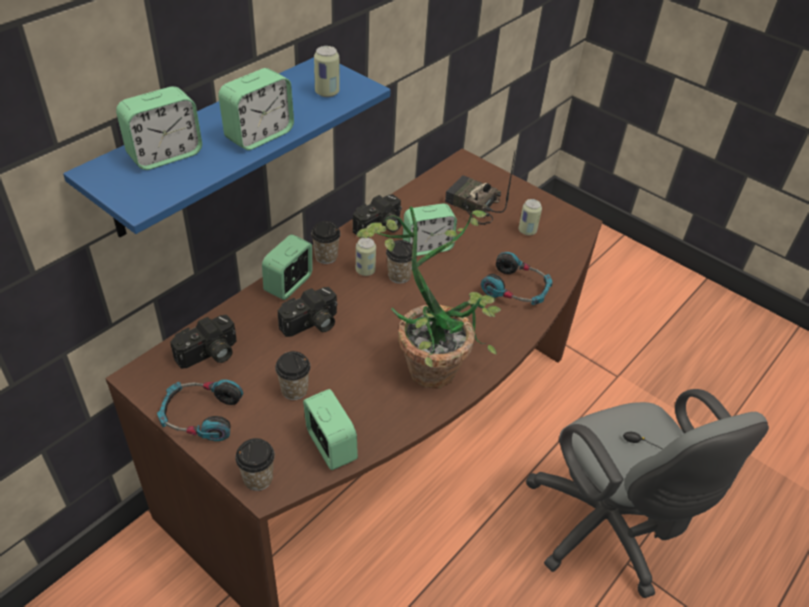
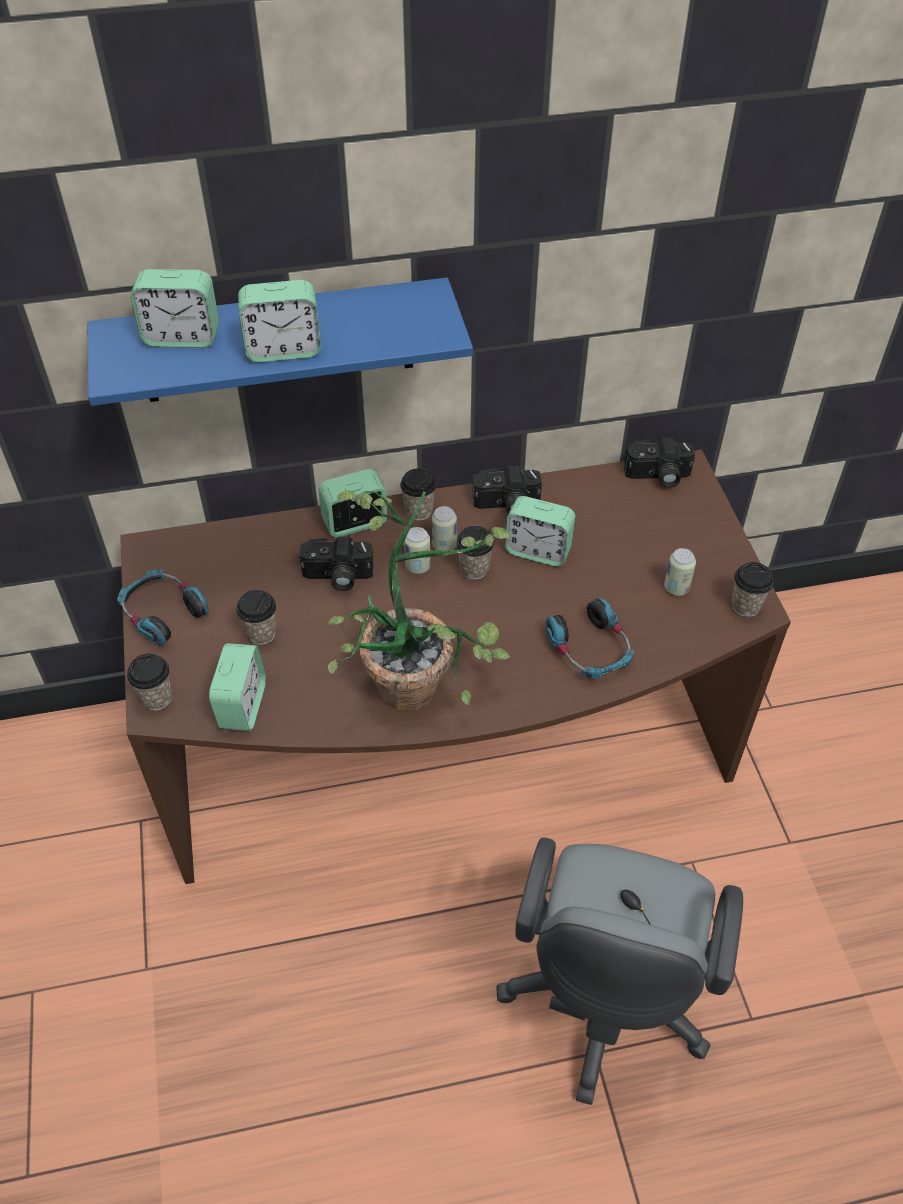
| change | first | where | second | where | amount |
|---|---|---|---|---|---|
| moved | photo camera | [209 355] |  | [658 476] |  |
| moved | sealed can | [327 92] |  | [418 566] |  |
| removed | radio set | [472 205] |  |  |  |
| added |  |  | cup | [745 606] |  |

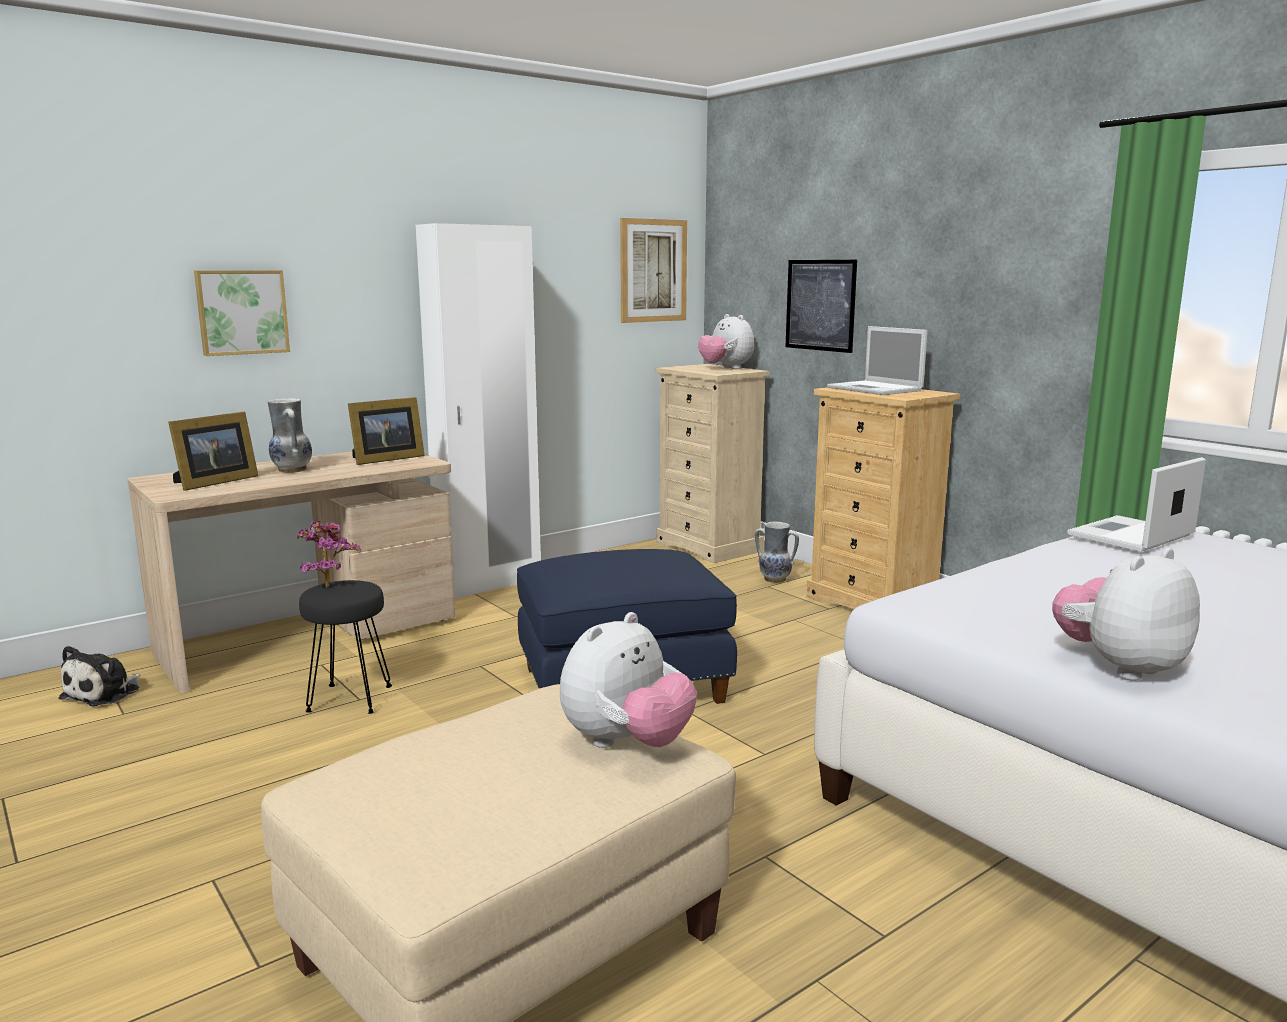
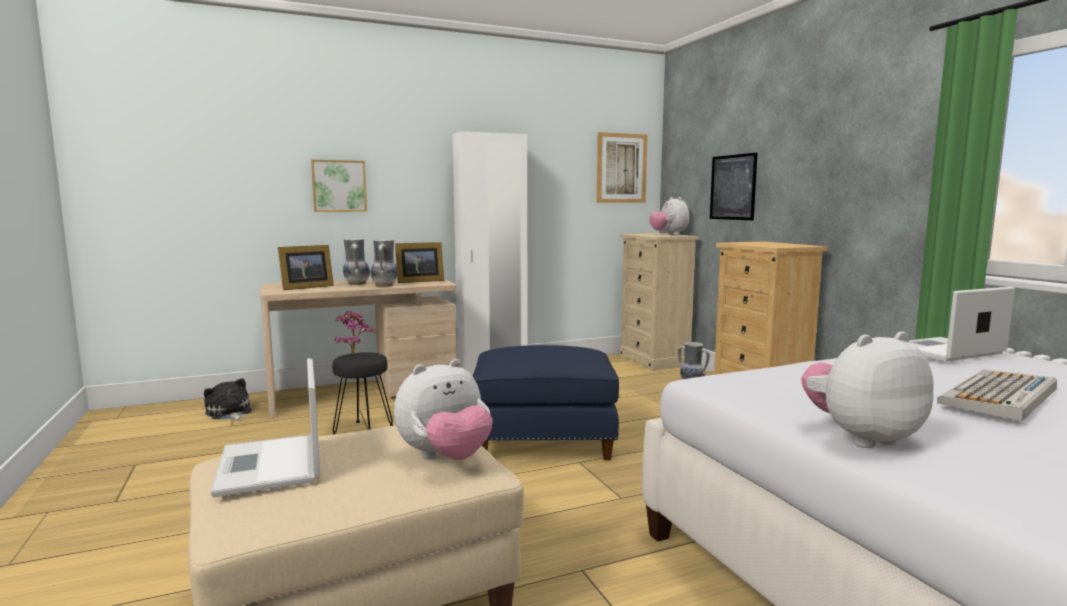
| change | first | where | second | where | amount |
|---|---|---|---|---|---|
| turned | cuddly toy | [104 693] |  | [229 413] | 105 degrees clockwise |
| moved | notebook computer | [876 389] |  | [271 465] |  |
| added |  |  | vase | [385 285] |  |
| added |  |  | PC keyboard | [999 396] |  |

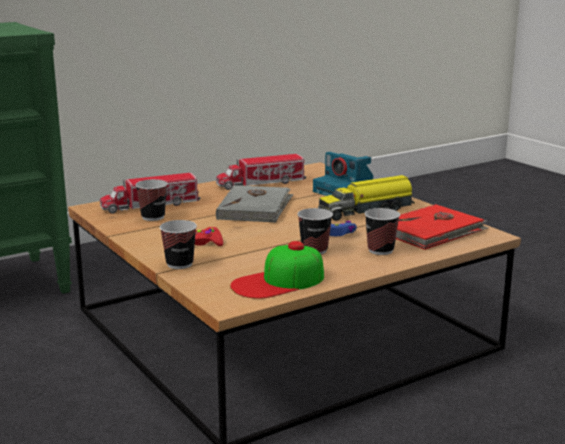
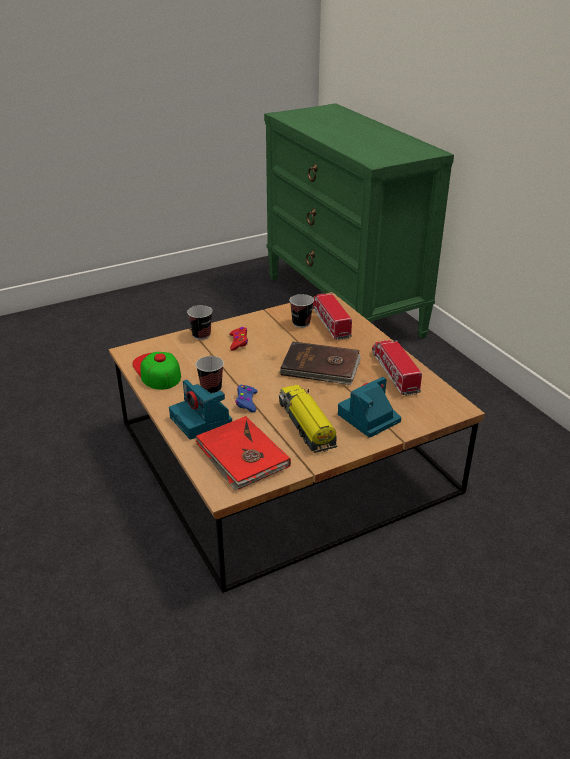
| change | first | where | second | where | amount |
|---|---|---|---|---|---|
| recoloured | grey volume | [255 208] | brown-coloured volume | [320 367] |  |
| replaced | cup | [380 250] | photo camera | [202 420] |  |

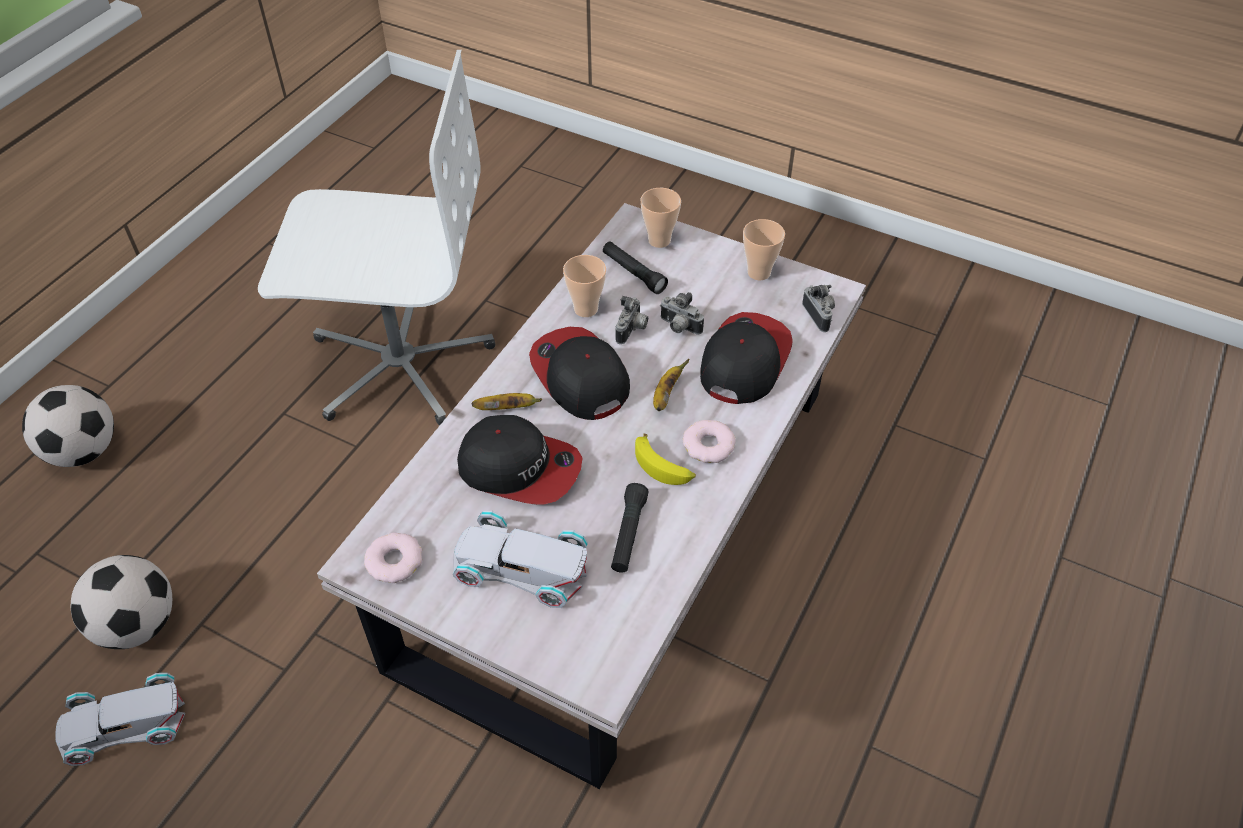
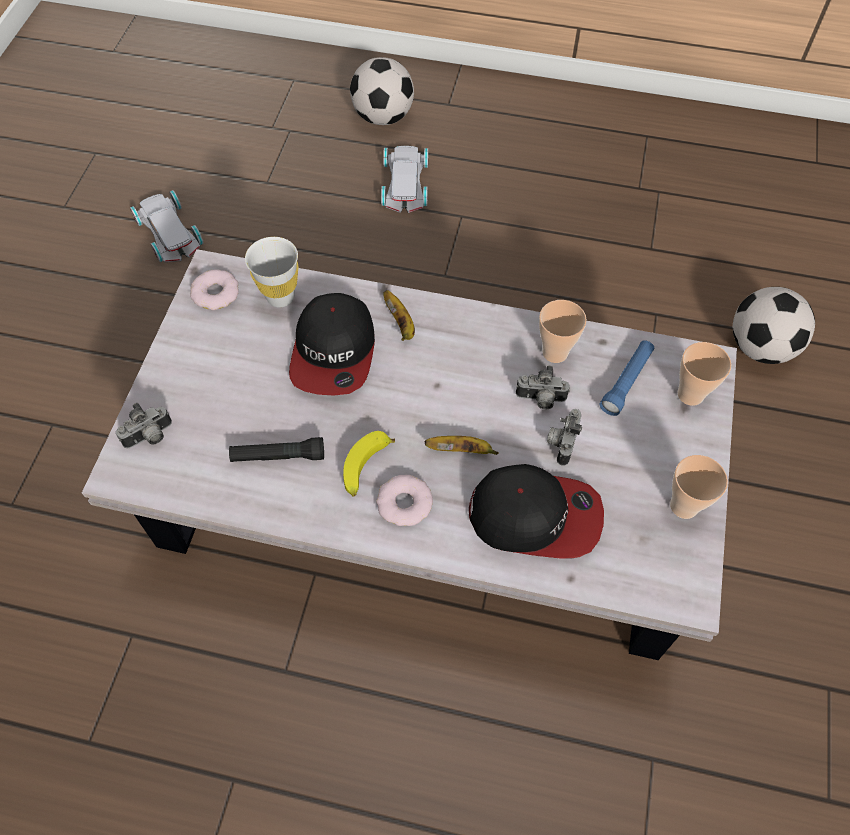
| change | first | where | second | where | amount |
|---|---|---|---|---|---|
| moved | football ball | [137 624] |  | [760 347] |  |
| removed | white-coloured office chair | [399 363] |  |  |  |
| moved | white-coloured miniature car | [520 564] |  | [406 182] |  |
| removed | peaked cap | [579 376] |  |  |  |
| recoloured | black-coloured hand torch | [633 273] | bluish hand torch | [626 382] |  |
| moved | photo camera | [820 316] |  | [150 437] |  |
| added |  |  | white-coloured cup | [280 297] |  |

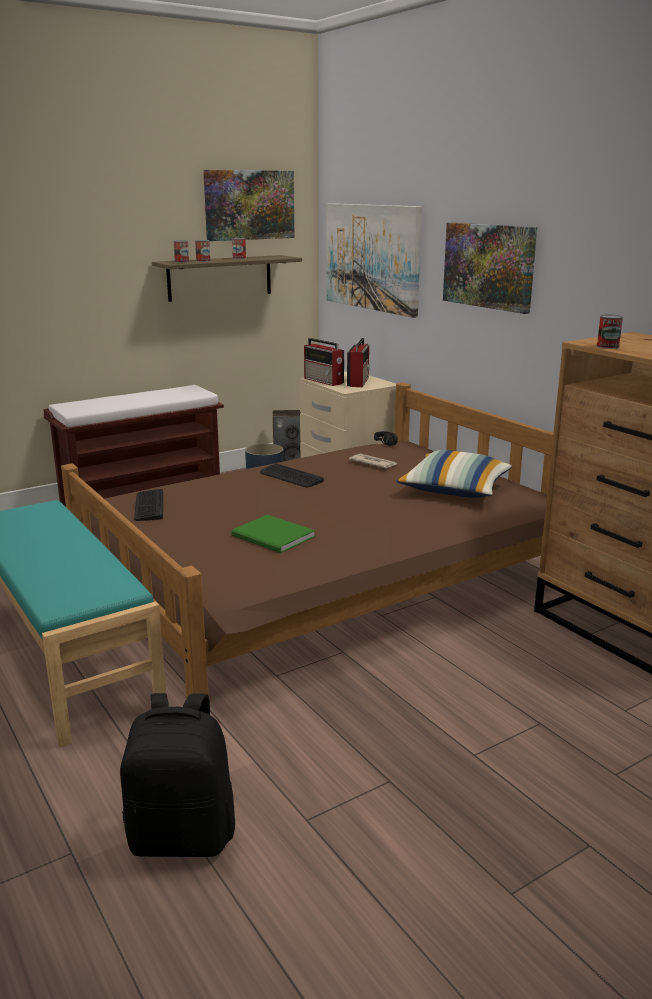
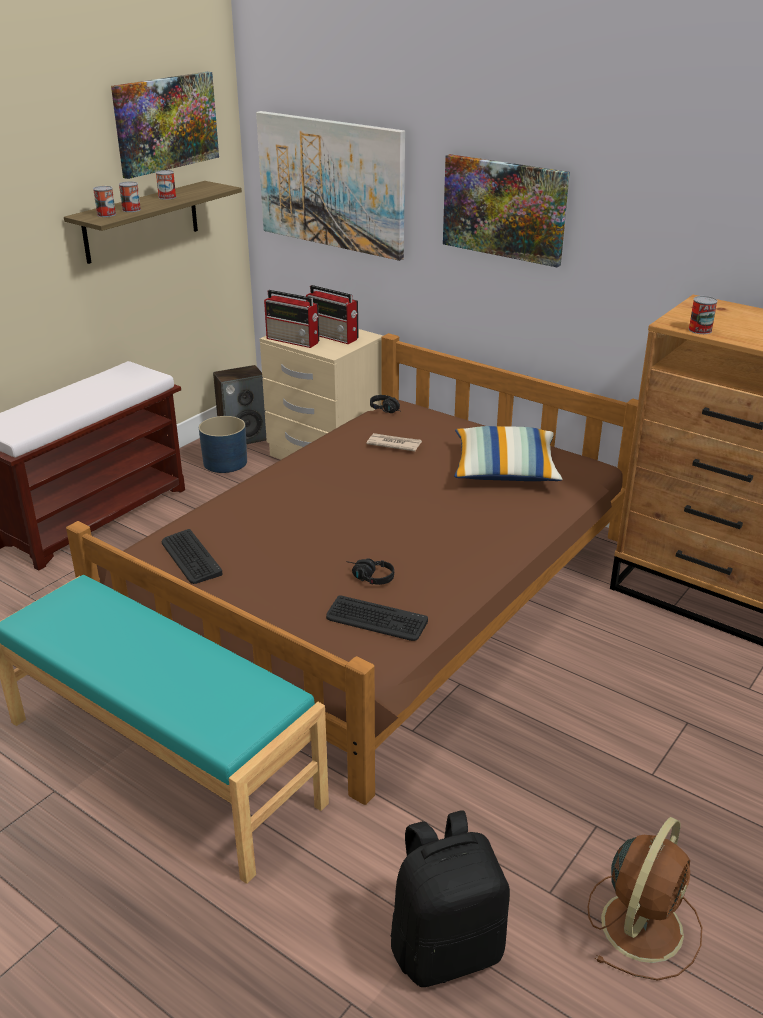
| change | first | where | second | where | amount |
|---|---|---|---|---|---|
| replaced | green volume | [273 537] | black-coloured pair of headphones | [368 577] |  |
| moved | PC keyboard | [291 477] |  | [376 620] |  |
| turned | radio set | [358 381] |  | [333 336] | 135 degrees clockwise |
| added |  |  | brown-coloured cooling fan | [643 923] |  |

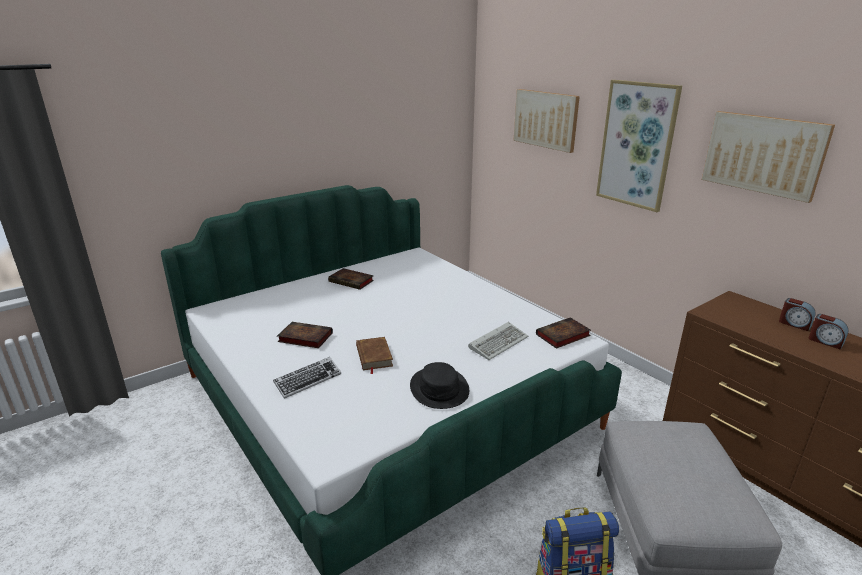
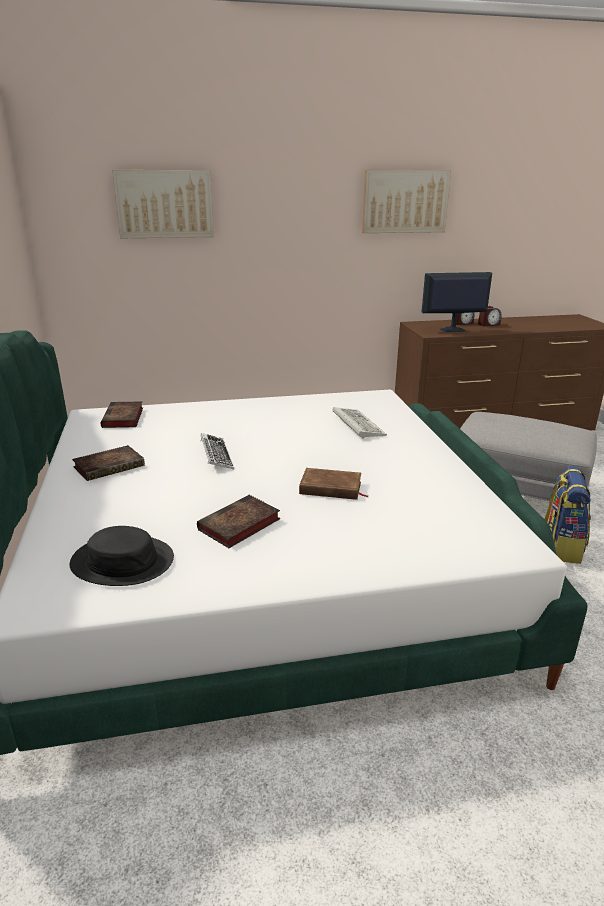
| change | first | where | second | where | amount |
|---|---|---|---|---|---|
| moved | PC keyboard | [308 380] |  | [216 455] |  |
| moved | black-coloured wearable hat | [439 388] |  | [123 561] |  |
| moved | volume | [562 336] |  | [123 418] |  |
| removed | wall picture | [636 145] |  |  |  |
| added |  |  | computer screen | [452 330] |  |

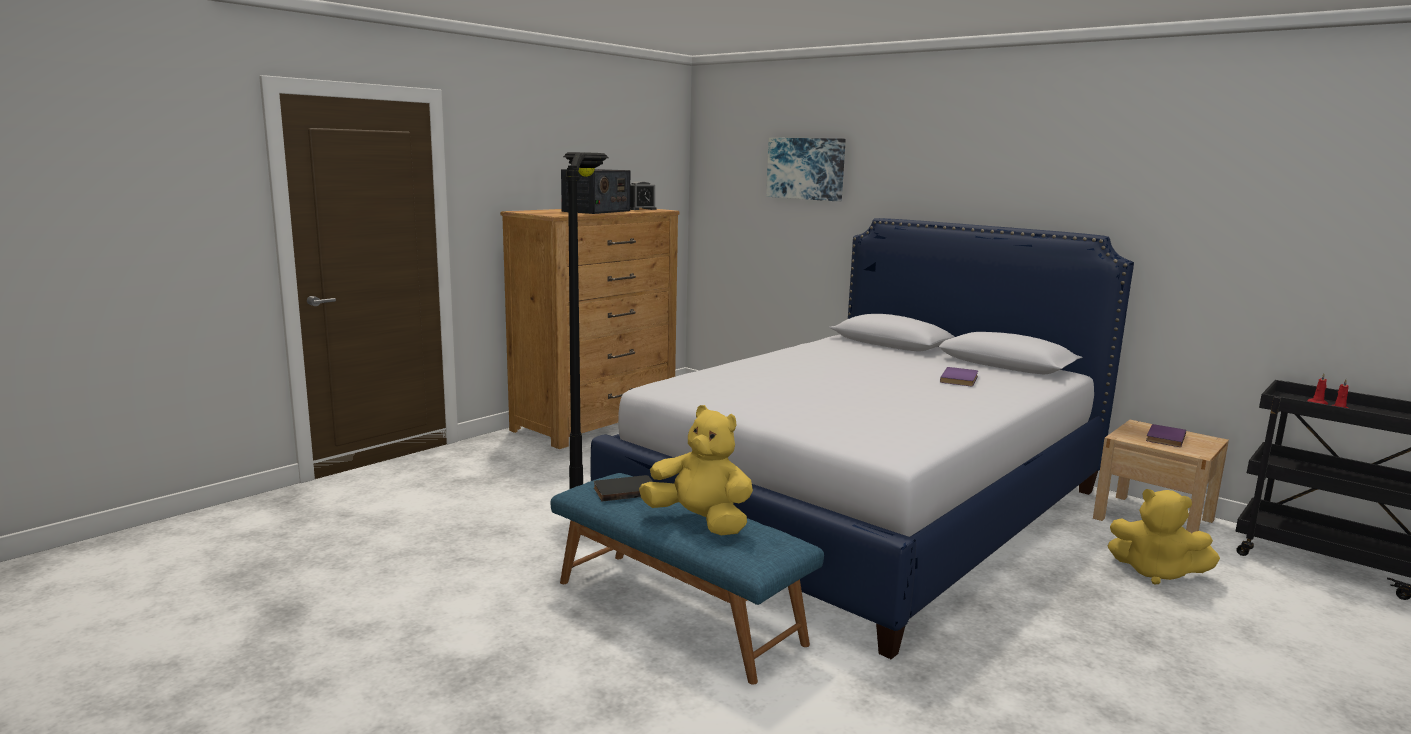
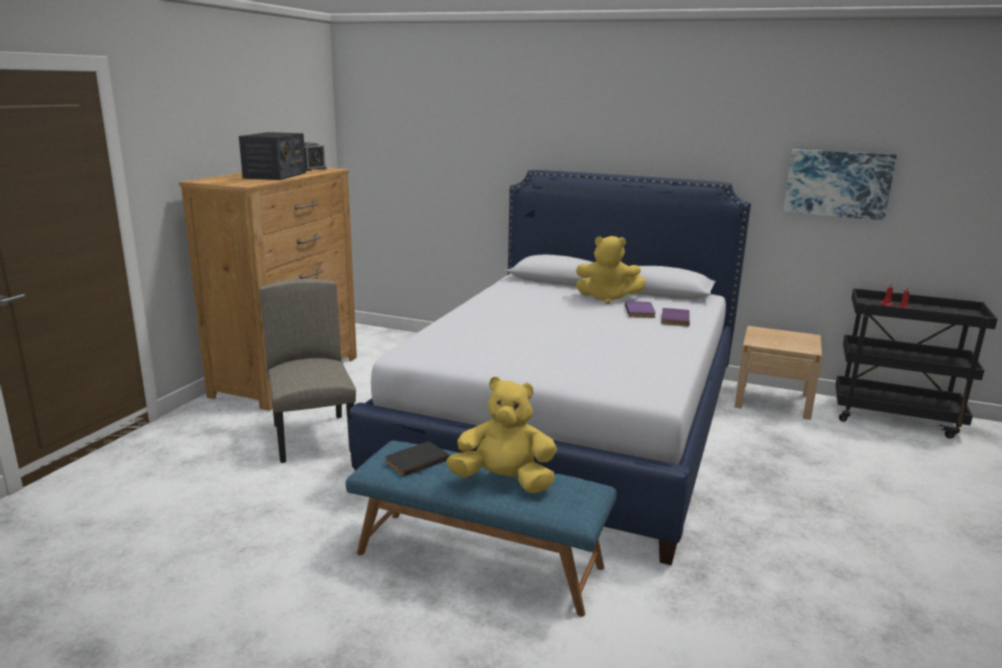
| change | first | where | second | where | amount |
|---|---|---|---|---|---|
| replaced | black-coloured floor lamp | [585 478] | beige upright chair | [314 438] |  |
| moved | wall picture | [806 168] |  | [837 183] |  |
| moved | yellow-coloured cuddly toy | [1155 572] |  | [607 298] |  |
| moved | purplish volume | [1163 437] |  | [673 319] |  |

